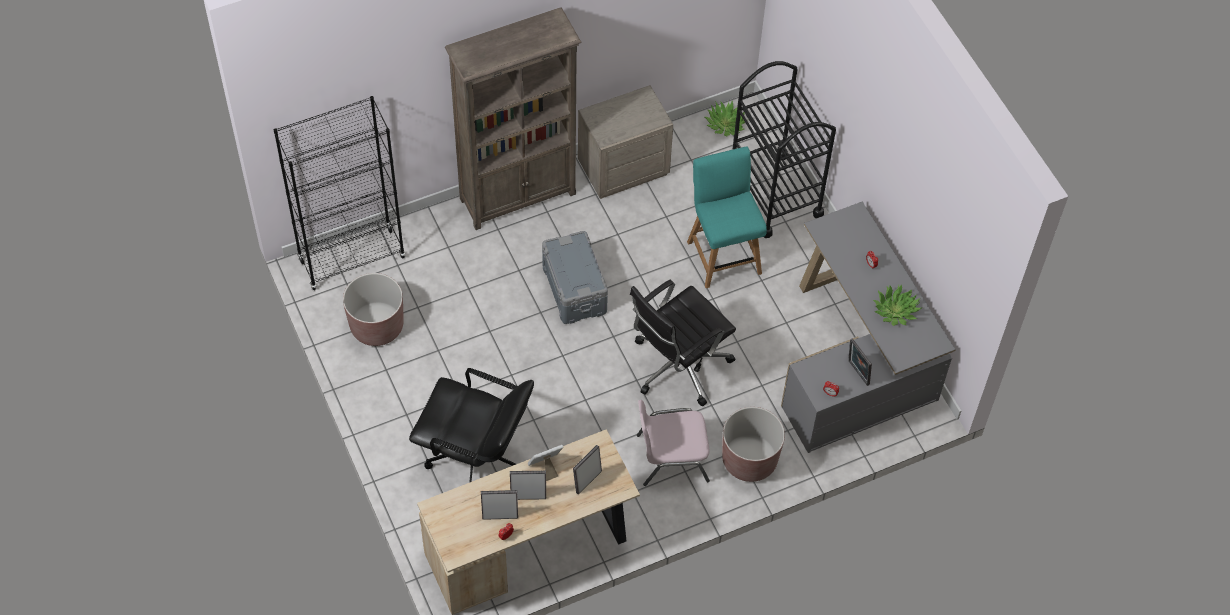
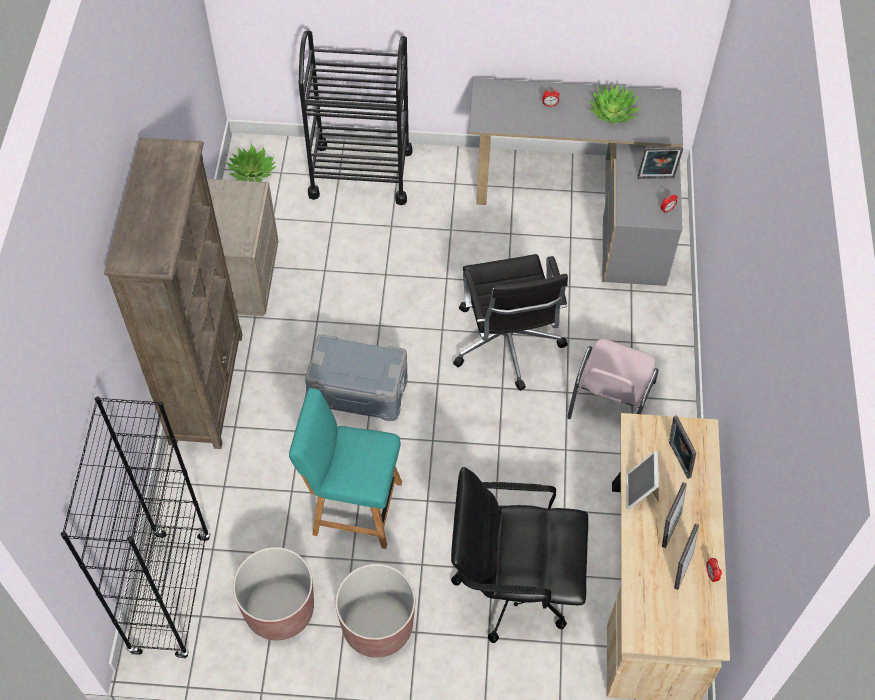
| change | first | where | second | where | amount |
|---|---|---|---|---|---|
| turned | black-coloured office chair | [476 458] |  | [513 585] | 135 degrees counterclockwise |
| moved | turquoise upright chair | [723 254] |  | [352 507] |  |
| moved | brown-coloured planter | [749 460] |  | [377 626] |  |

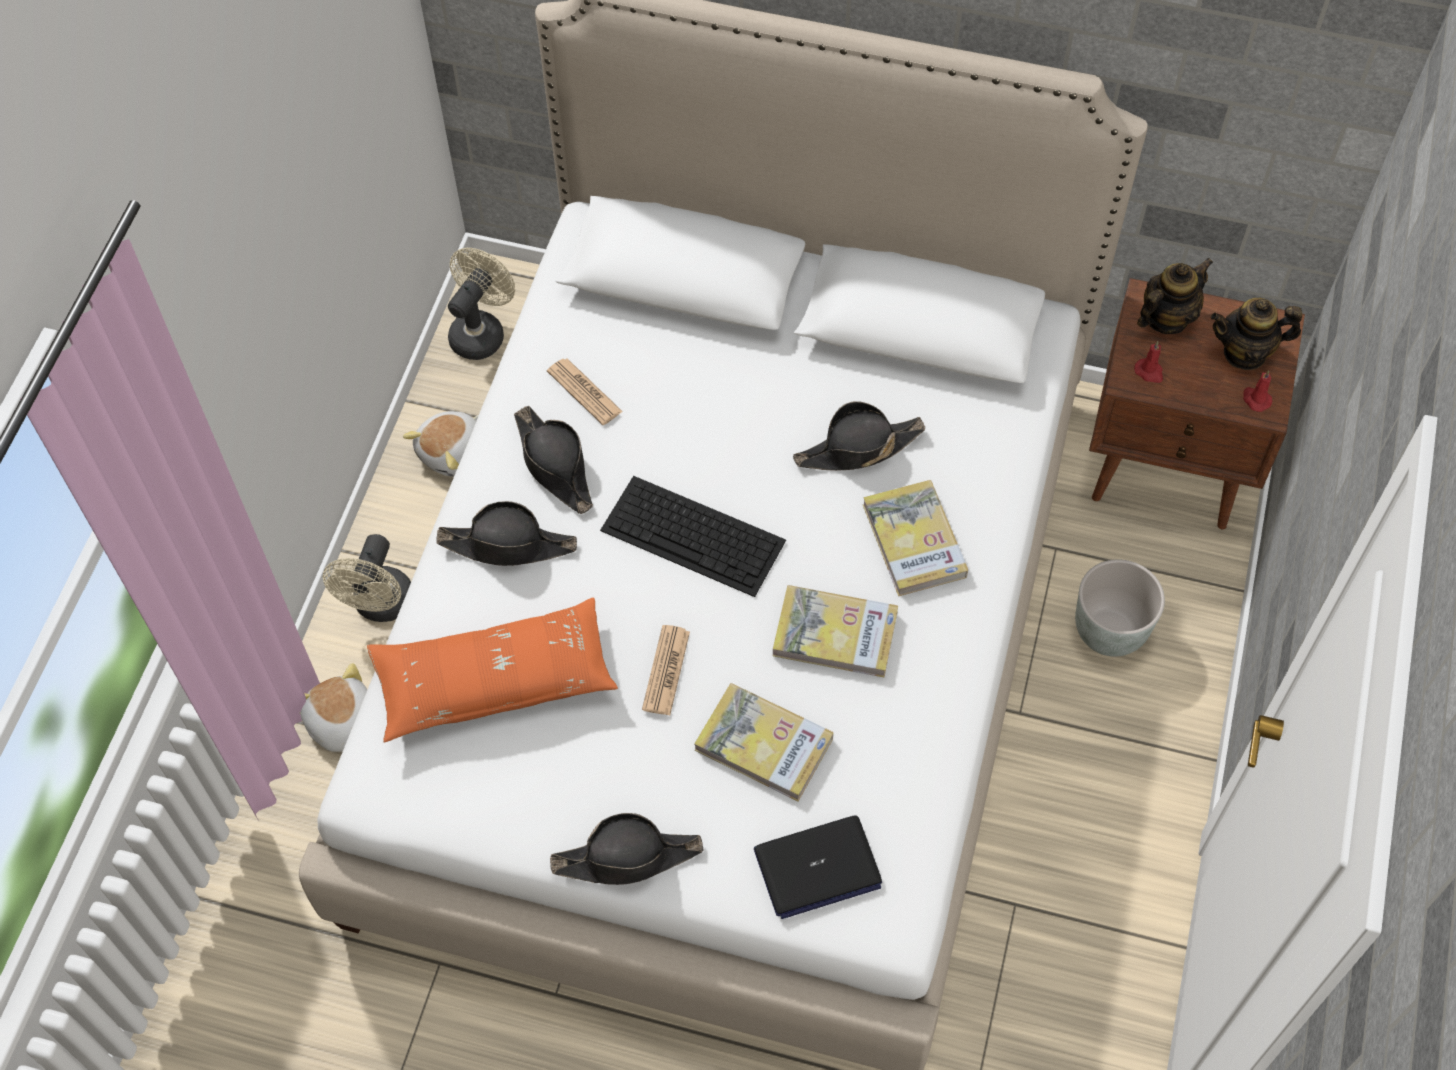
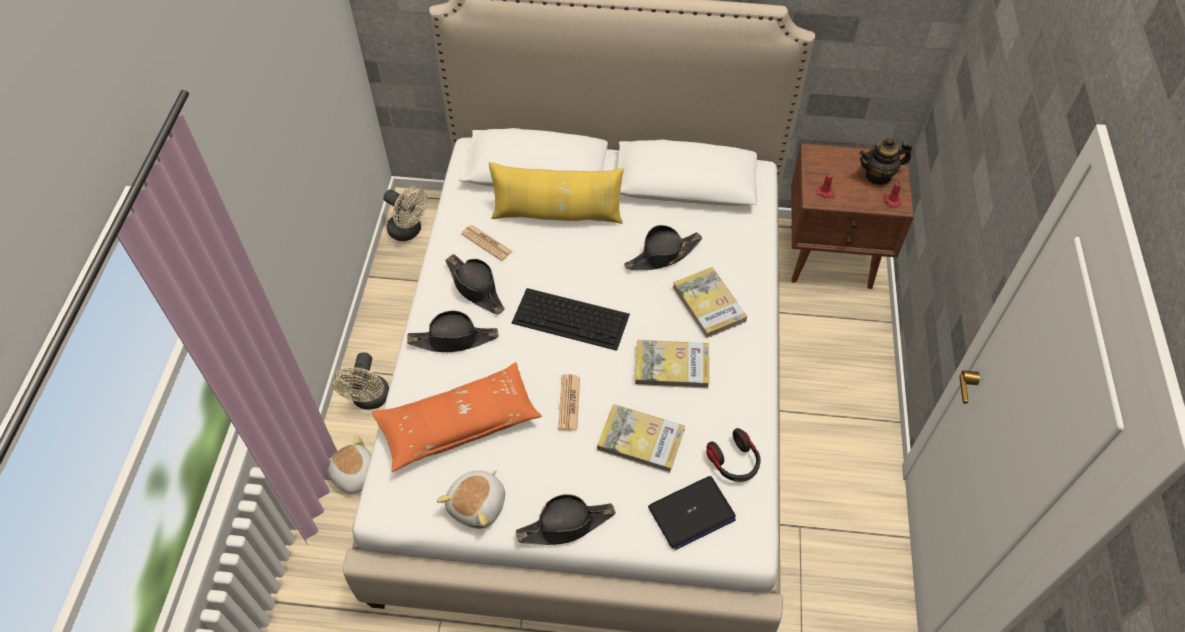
| change | first | where | second | where | amount |
|---|---|---|---|---|---|
| moved | cuddly toy | [453 453] |  | [478 505] |  |
| turned | beige cooling fan | [481 331] |  | [409 231] | 105 degrees clockwise |
| removed | grey planter | [1110 632] |  |  |  |
| removed | tea pot | [1166 318] |  |  |  |
| added |  |  | yellow-coloured pillow | [557 214] |  |
| added |  |  | pair of headphones | [734 462] |  |

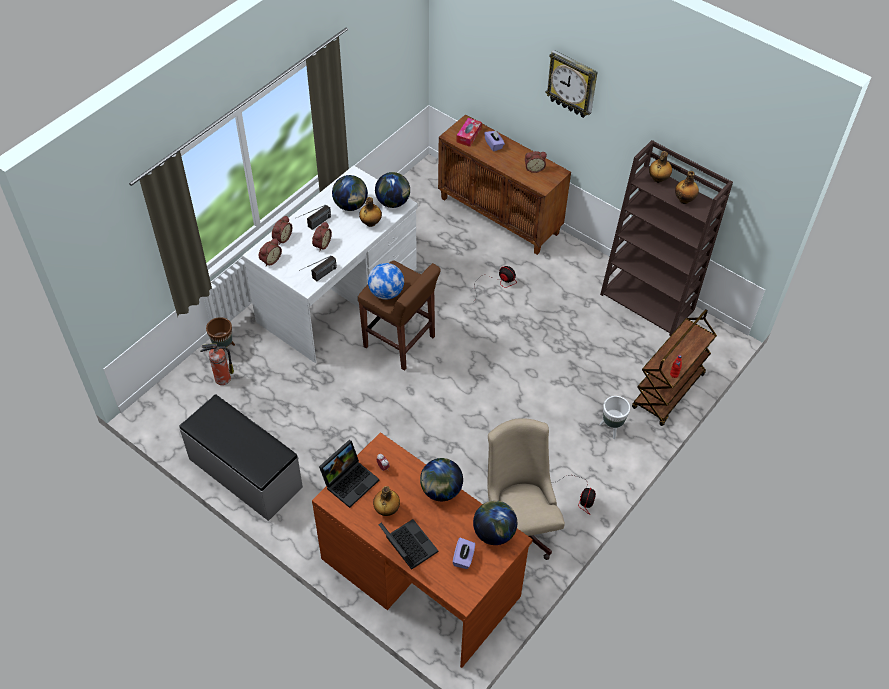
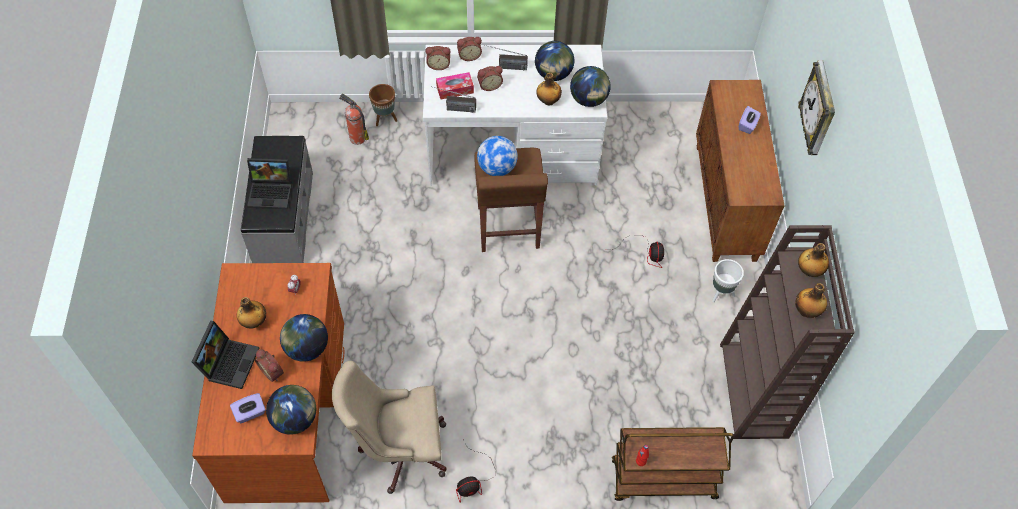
| change | first | where | second | where | amount |
|---|---|---|---|---|---|
| moved | notebook computer | [350 480] |  | [272 192] |  |
| moved | box of tissues | [468 135] |  | [455 89] |  |
| turned | beige office chair | [517 525] |  | [399 449] | 135 degrees counterclockwise |
| moved | alarm clock | [534 168] |  | [273 371] |  |
| moved | white-coloured planter | [611 428] |  | [721 293] |  |

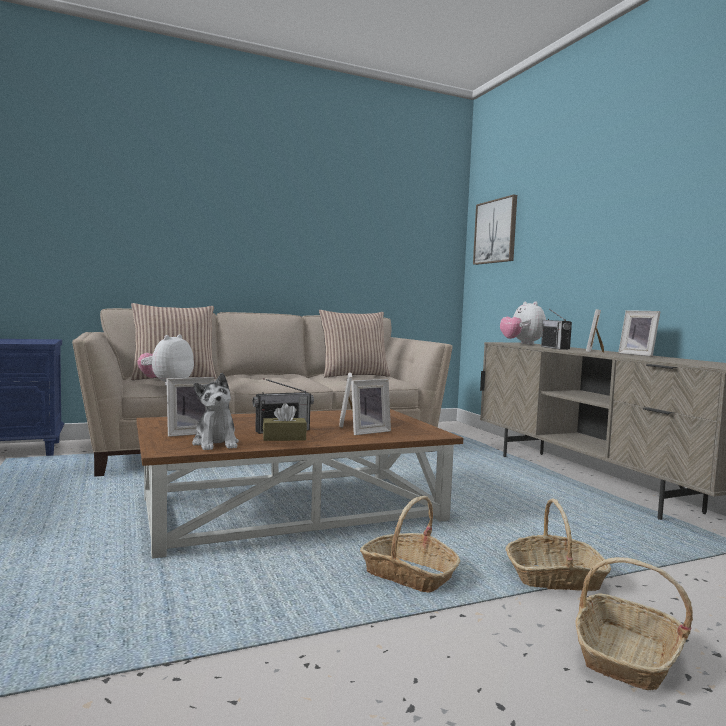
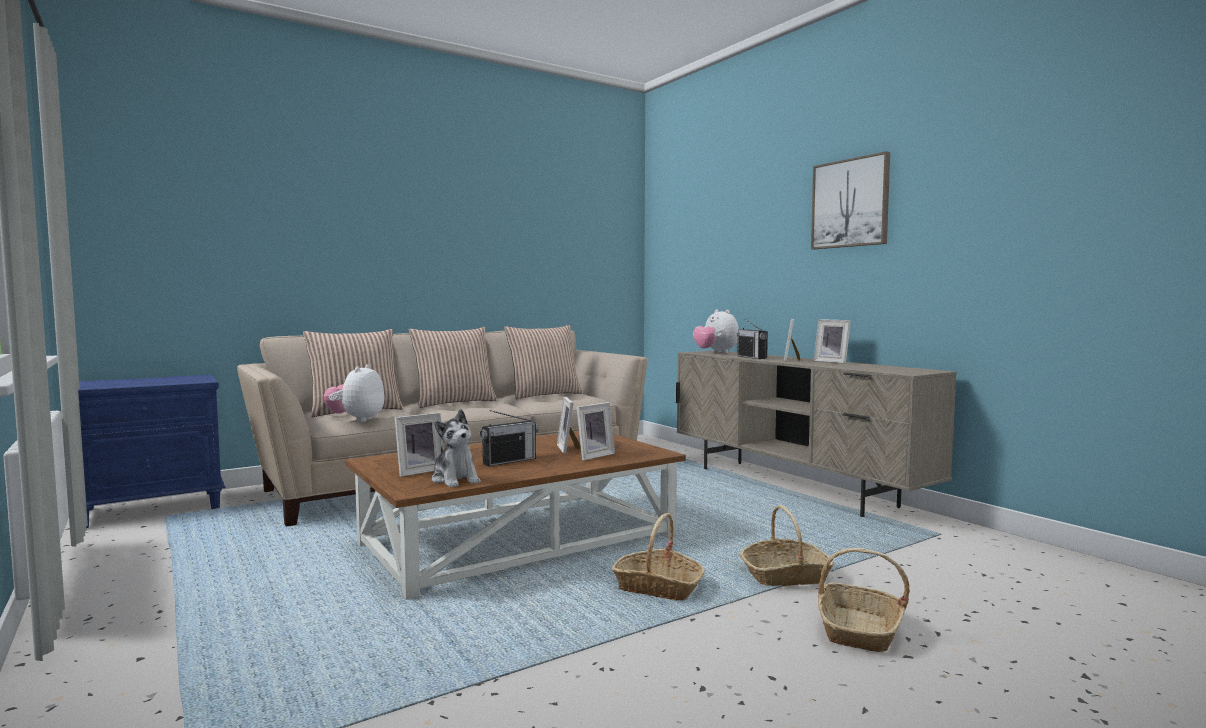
| change | first | where | second | where | amount |
|---|---|---|---|---|---|
| removed | brown-coloured box of tissues | [284 438] |  |  |  |
| moved | wall picture | [495 231] |  | [850 203] |  |
| added |  |  | pillow | [454 402] |  |

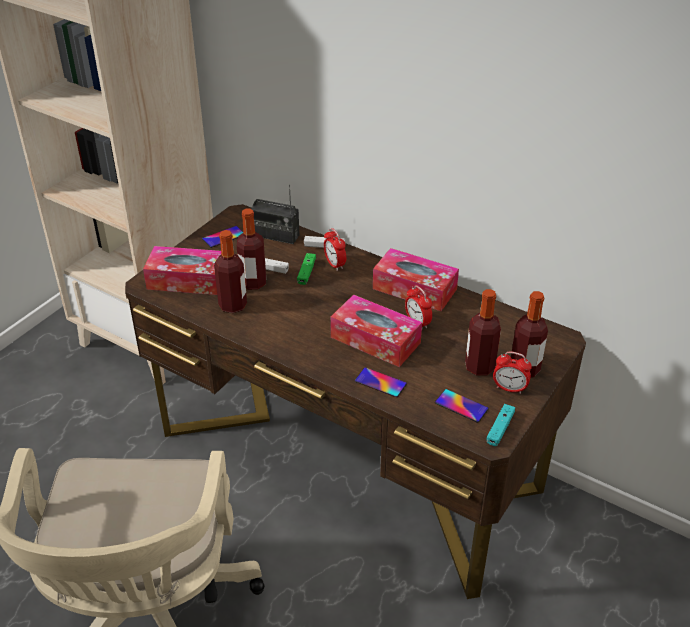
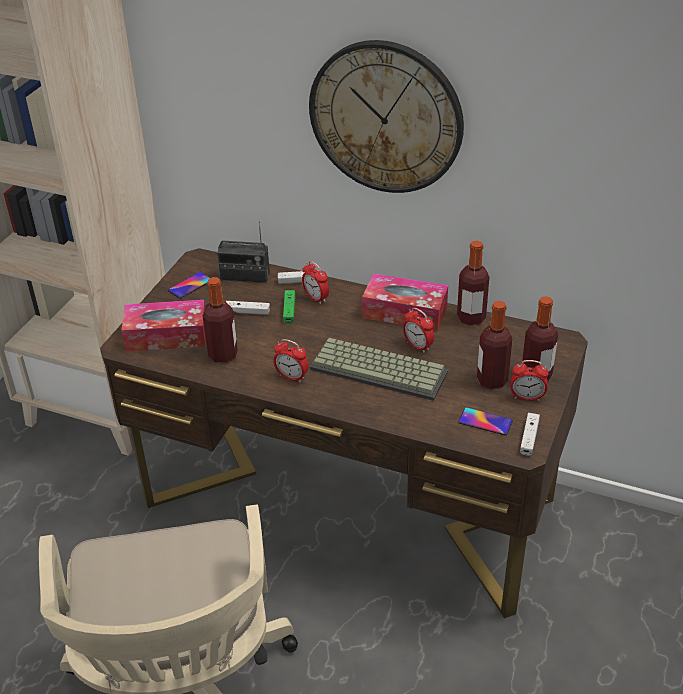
| change | first | where | second | where | amount |
|---|---|---|---|---|---|
| moved | drink bottle | [253 283] |  | [471 318] |  |
| replaced | box of tissues | [375 340] | PC keyboard | [381 369] |  |
| removed | handset | [380 382] |  |  |  |
| recoloured | turquoise game controller | [500 429] | white-coloured game controller | [529 438] |  |
| added |  |  | alarm clock | [291 377] |  |
| added |  |  | clock on the wall | [386 117] |  |

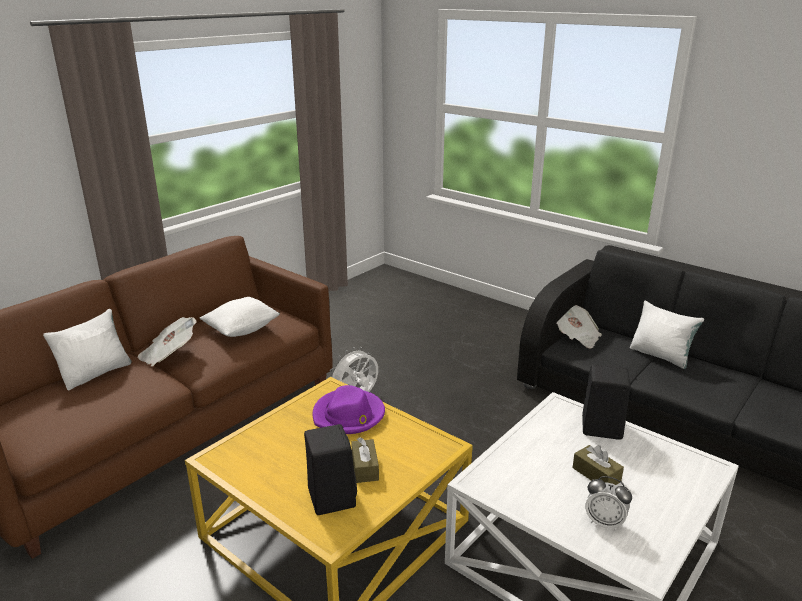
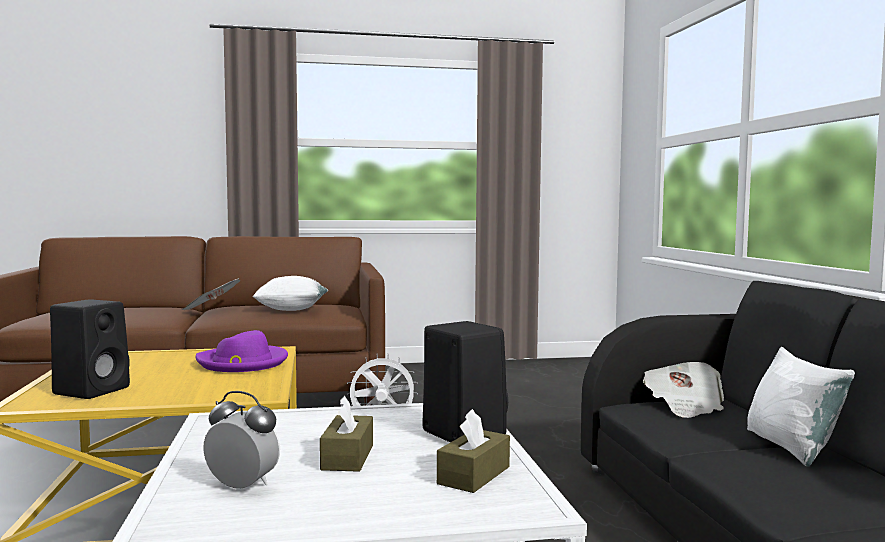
| change | first | where | second | where | amount |
|---|---|---|---|---|---|
| removed | white-coloured pillow | [96 373] |  |  |  |
| moved | brown-coloured box of tissues | [365 468] |  | [474 475] |  |
| turned | alarm clock | [604 522] |  | [242 486] | 135 degrees clockwise |

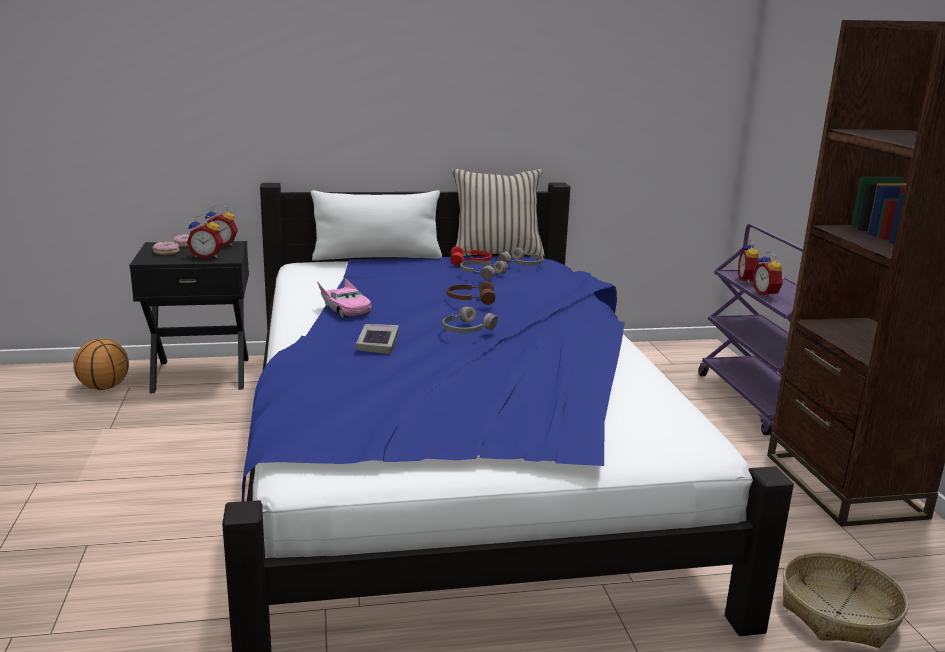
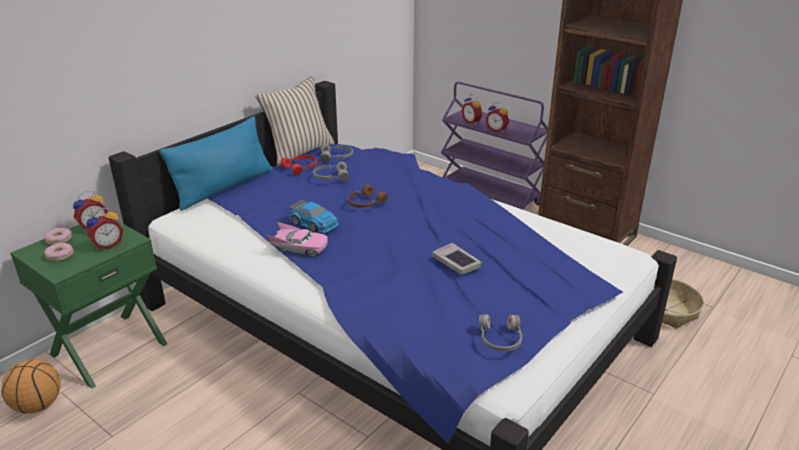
| change | first | where | second | where | amount |
|---|---|---|---|---|---|
| recoloured | black-coloured bedside table | [201 374] | green bedside table | [108 348] |  |
| recoloured | white-coloured pillow | [377 257] | bluish pillow | [224 188] |  |
| moved | volume | [377 343] |  | [456 262] |  |
| moved | grey pair of headphones | [466 330] |  | [499 339] |  |
| added |  |  | miniature car | [314 223] |  |

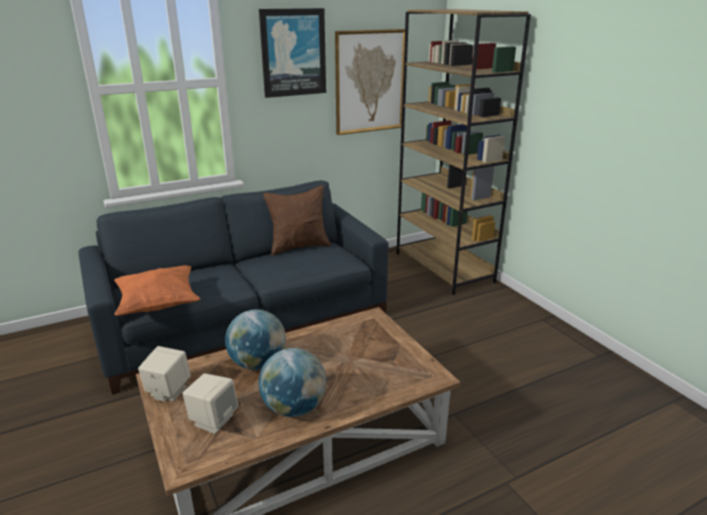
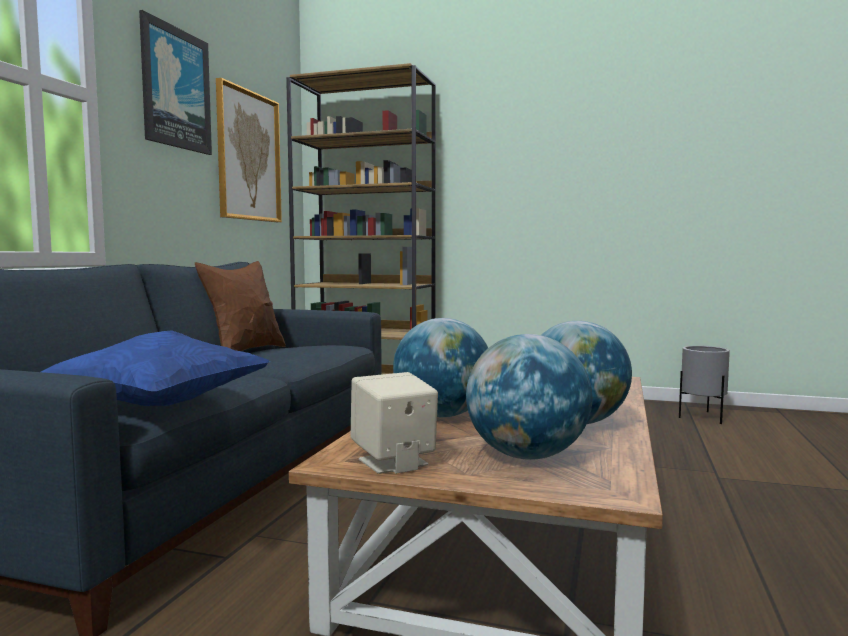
| change | first | where | second | where | amount |
|---|---|---|---|---|---|
| recoloured | orange-coloured pillow | [158 304] | bluish pillow | [159 405] |  |
| replaced | beige audio speaker | [213 420] | desk globe | [526 456] |  |
| added |  |  | grey planter | [702 418] |  |

